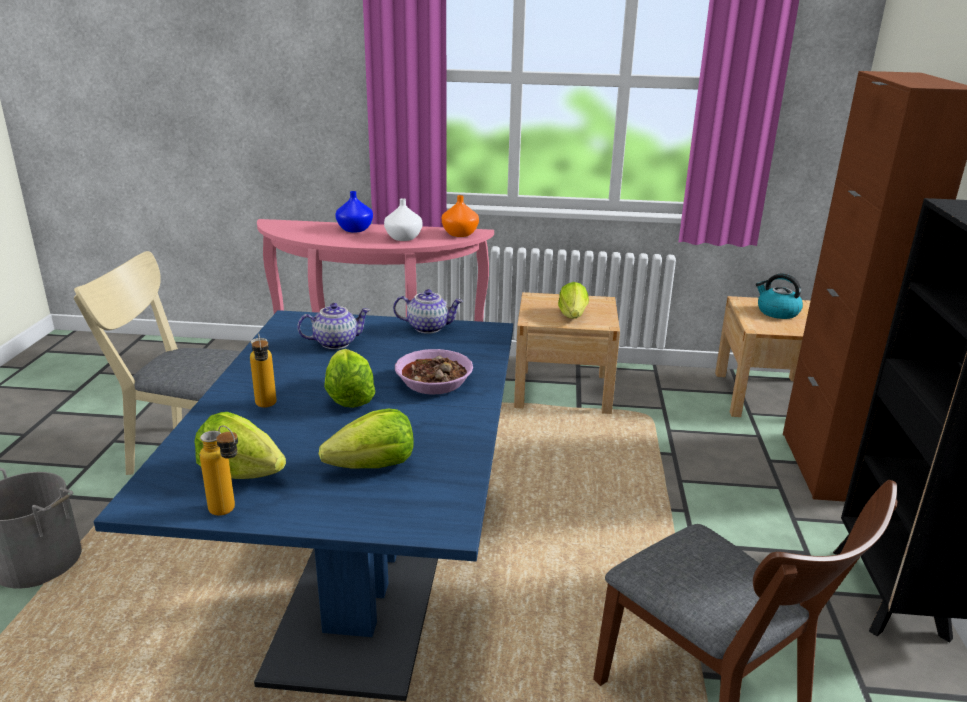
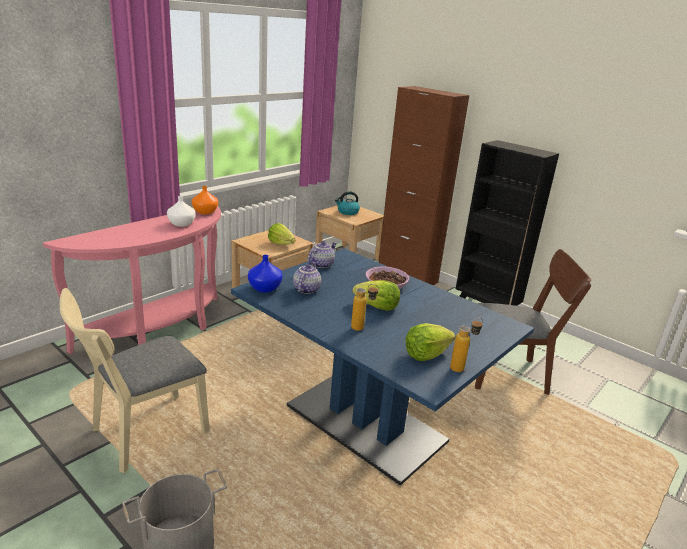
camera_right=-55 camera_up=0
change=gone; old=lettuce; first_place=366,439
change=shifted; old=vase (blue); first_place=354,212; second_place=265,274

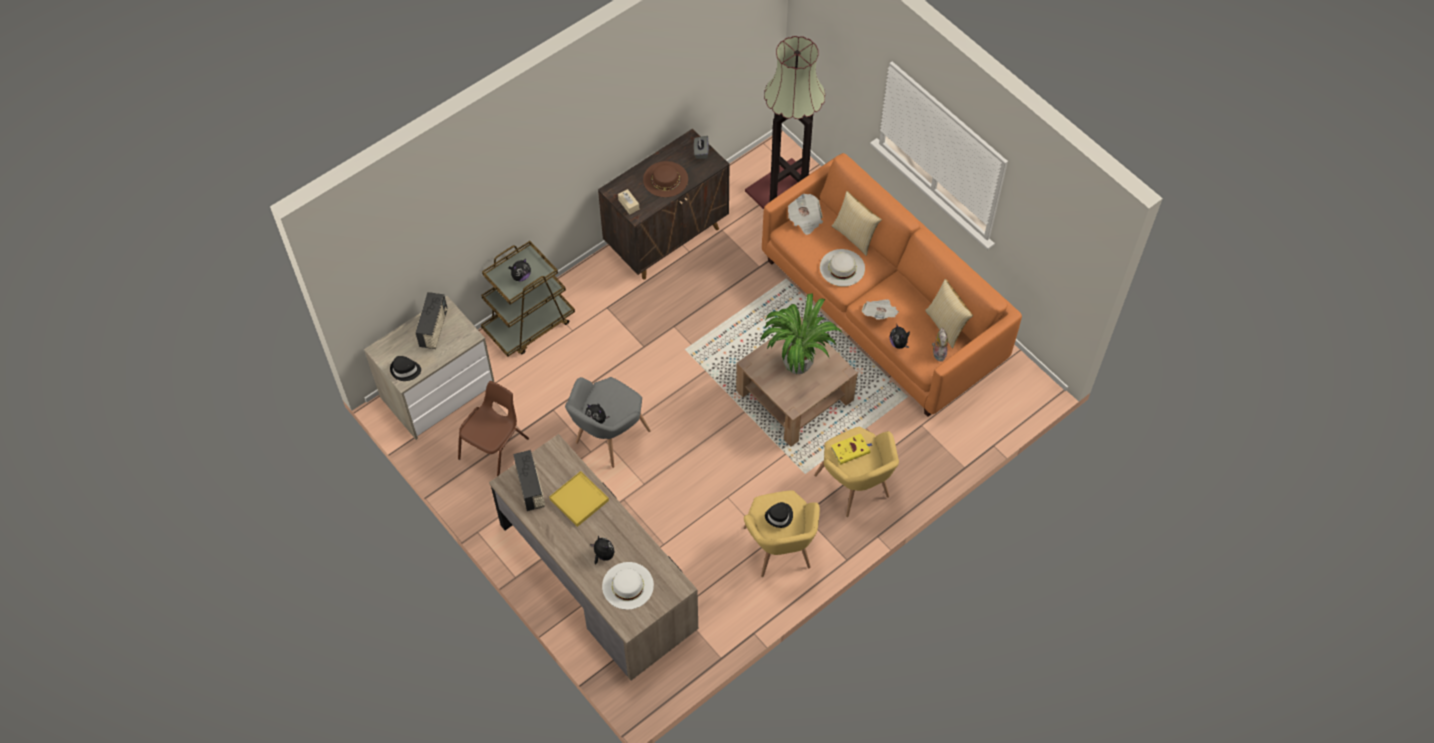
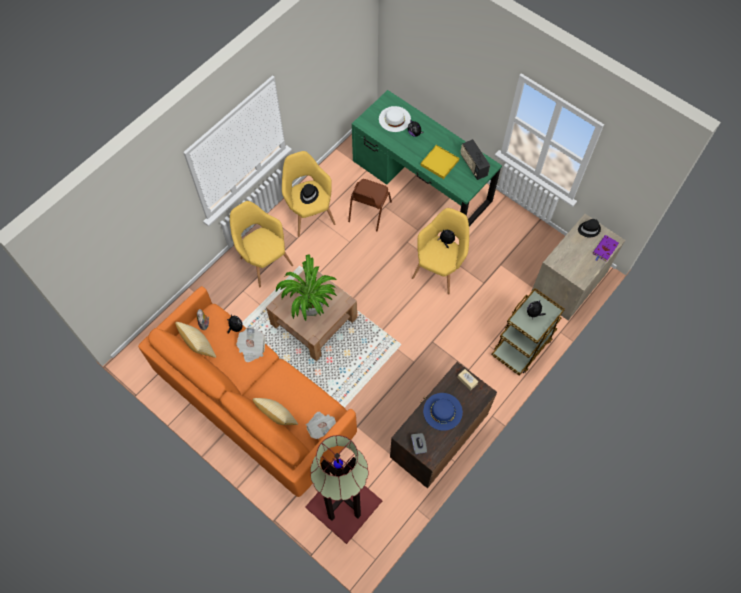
camera_right=170 camera_up=5
change=gone; old=radio set; first_place=431,320
change=gone; old=hat (whitish); first_place=842,268
change=gone; old=volume (yellow); first_place=851,449
change=new; new=volume (purplish); second_place=606,248
change=shifted; old=chair (brownish); first_place=493,428; second_place=370,205
change=repainted; old=desk table (brownish); new=desk table (green); first_place=593,557; second_place=427,158
change=repainted; old=easy chair (gray); new=easy chair (yellow); first_place=608,422; second_place=440,251
change=repainted; old=hat (brownish); new=hat (blue); first_place=665,179; second_place=443,412

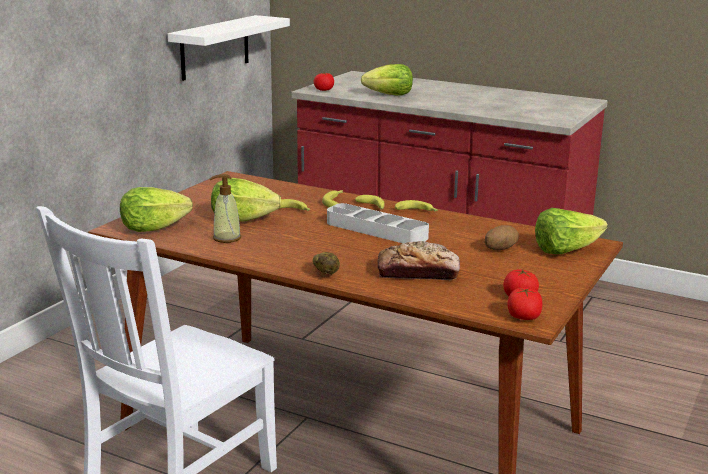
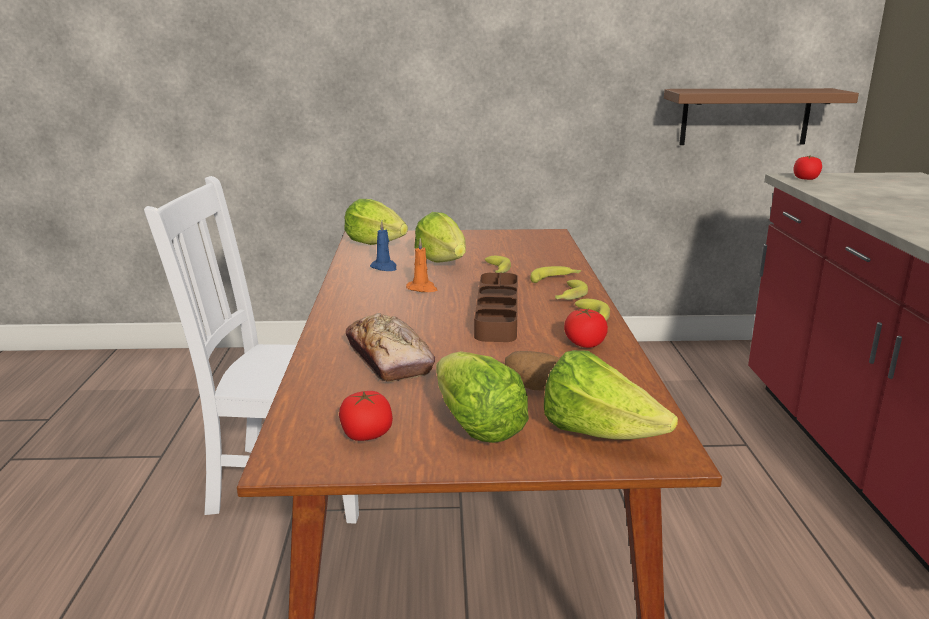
camera_right=60 camera_up=0
change=gone; old=potato; first_place=326,263
change=new; new=wax candle (orange-coloured); second_place=421,265
change=shifted; old=lettuce; first_place=387,80; second_place=482,397
change=shifted; old=tomato; first_place=525,303; second_place=586,328
change=swapped; old=soap bottle; new=wax candle (blue); first_place=225,208; second_place=383,246
change=repainted; old=wall shelf (whitish); new=wall shelf (brownish); first_place=229,48; second_place=761,116
change=repainted; old=serving tray (gray); new=serving tray (brownish); first_place=378,223; second_place=496,307

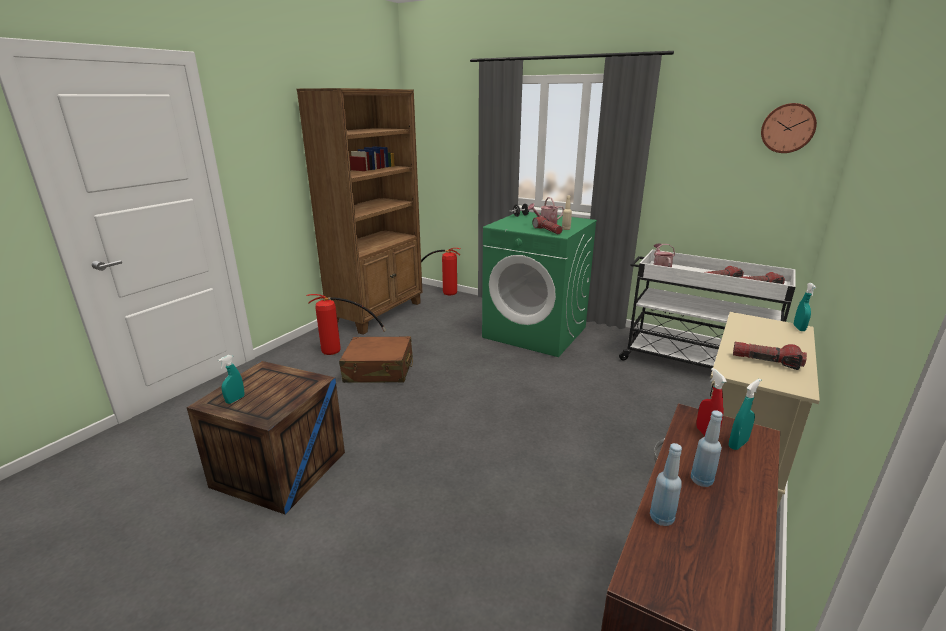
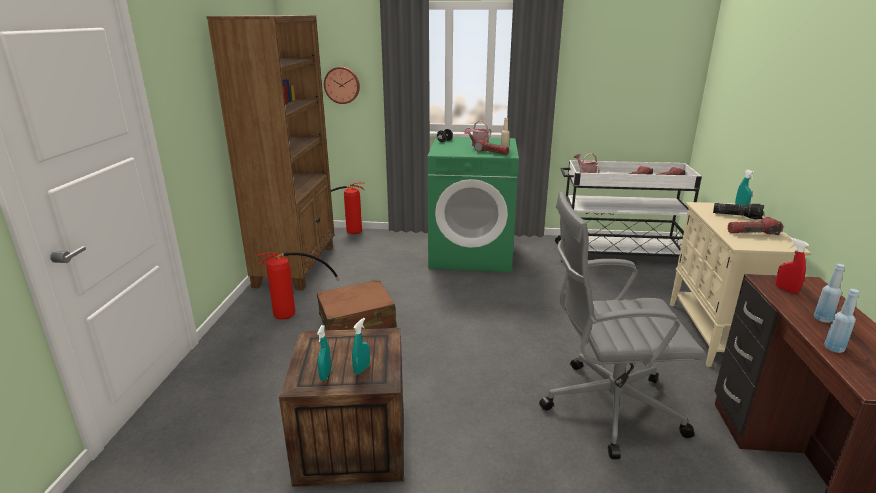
camera_right=-25 camera_up=0
change=new; new=desk chair (gray); second_place=622,325
change=new; new=hand torch; second_place=738,211
change=shifted; old=hand sprayer (turquoise); first_place=745,414; second_place=361,346
change=shifted; old=hanging clock; first_place=789,128; second_place=342,85

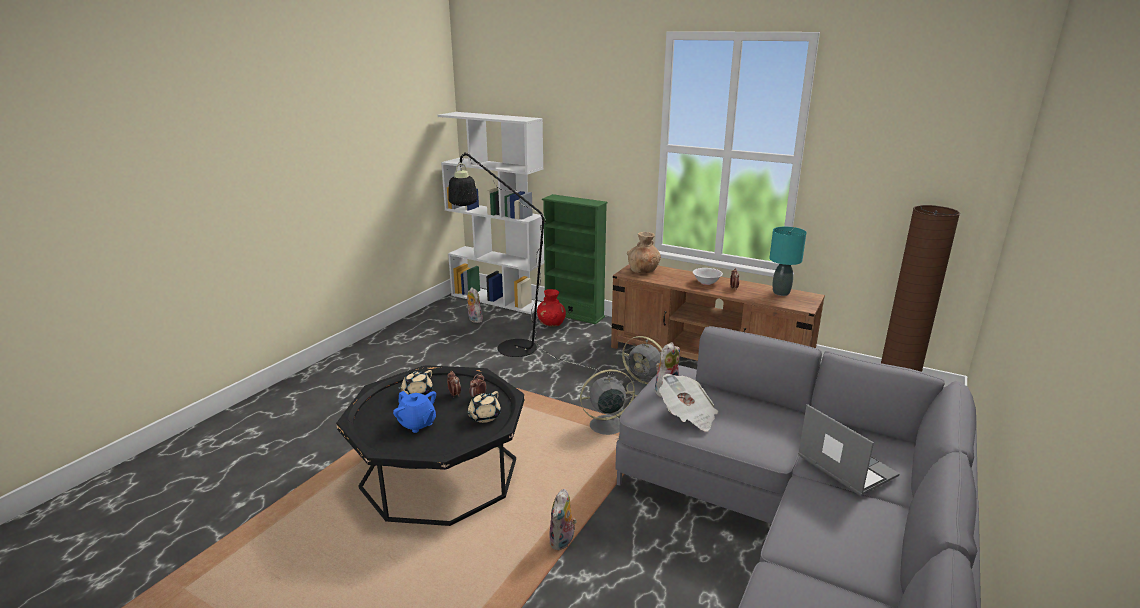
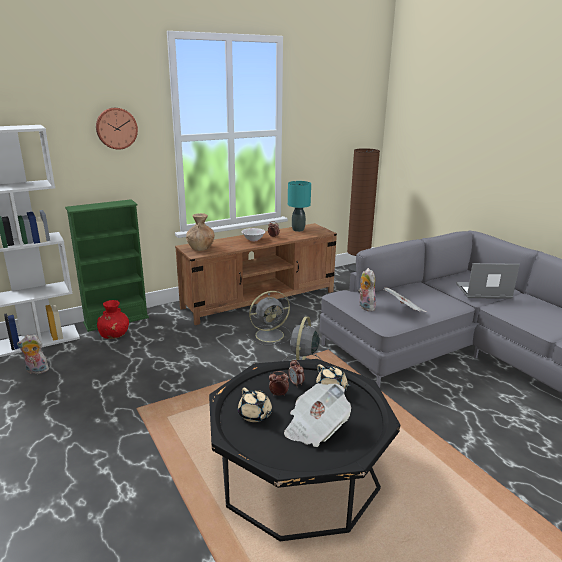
camera_right=-60 camera_up=0
change=gone; old=standing lamp (blackish); first_place=530,263
change=gone; old=plush toy; first_place=563,519
change=new; new=hanging clock; second_place=117,129
change=swapped; old=teapot (blue); new=daily paper; first_place=414,412; second_place=317,415

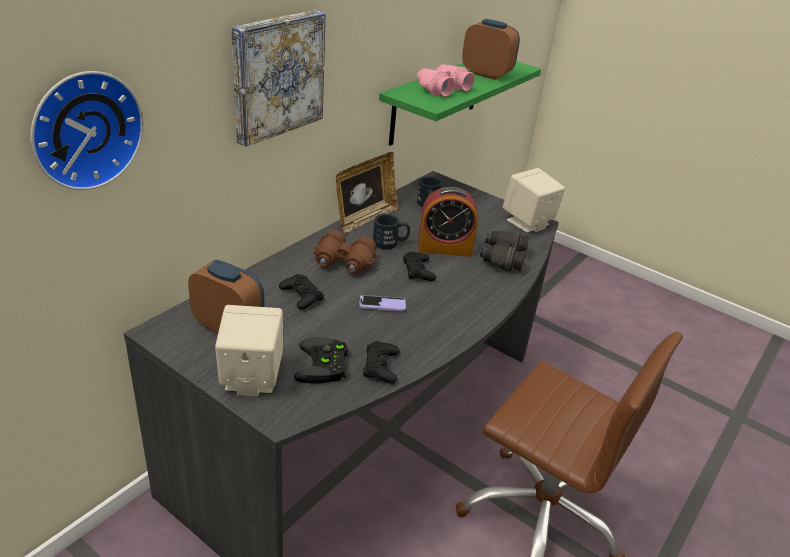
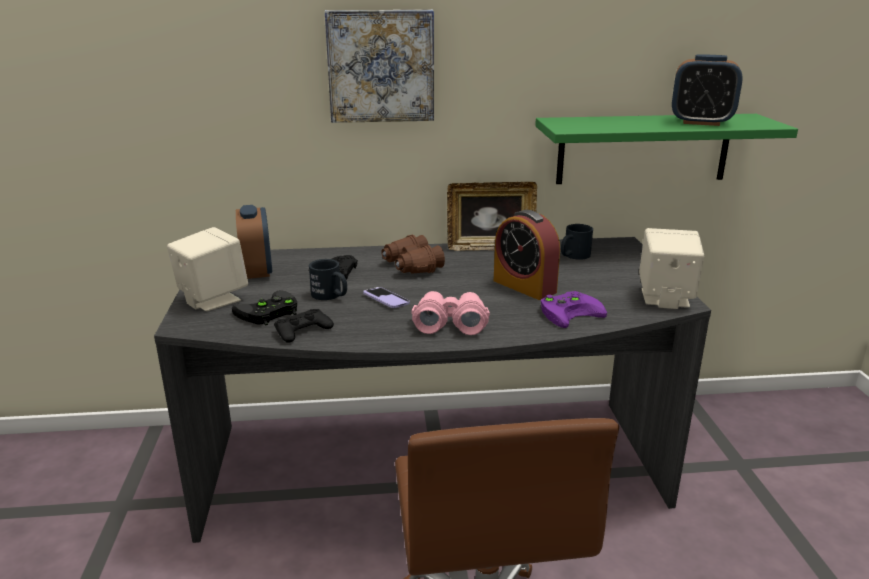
camera_right=50 camera_up=-10
change=gone; old=hanging clock; first_place=87,130
change=gone; old=game controller (blackish); first_place=419,266
change=shifted; old=coffee mug (blackish); first_place=391,232; second_place=328,279
change=shifted; old=field glasses (pink-coloured); first_place=446,80; second_place=450,313
change=swapped; old=field glasses (blackish); new=game controller (purplish); first_place=504,251; second_place=574,309
change=rotated; old=table clock; first_place=491,49; second_place=707,90; degrees=120

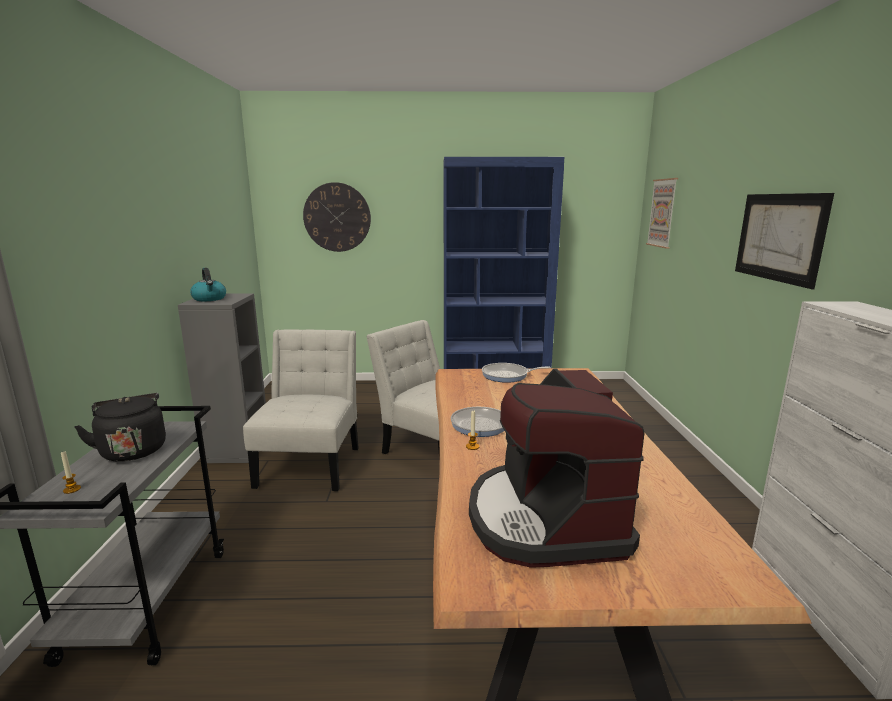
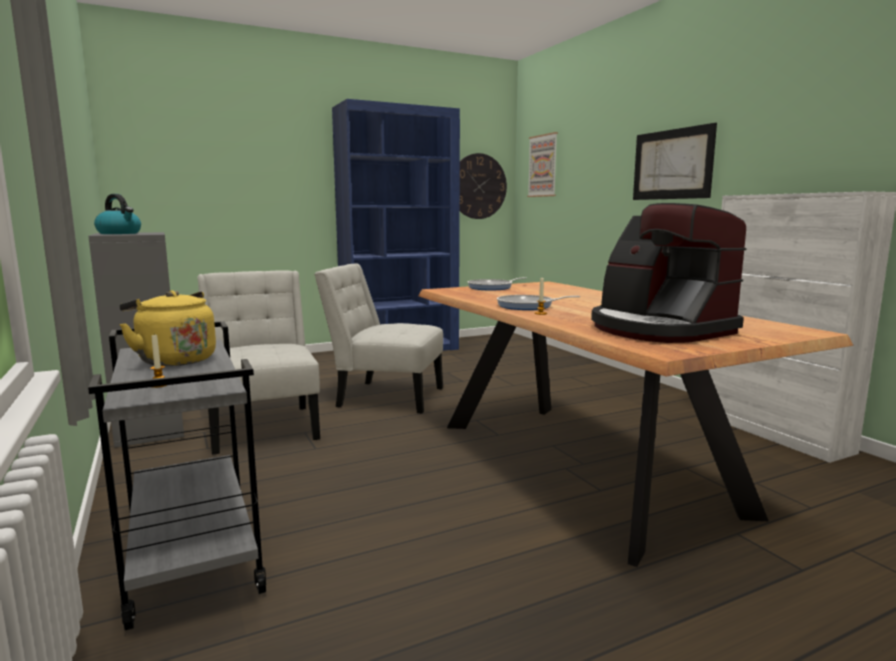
camera_right=-25 camera_up=-5
change=shifted; old=hanging clock; first_place=337,217; second_place=483,186
change=repainted; old=tea kettle (blackish); new=tea kettle (yellow); first_place=120,427; second_place=167,328

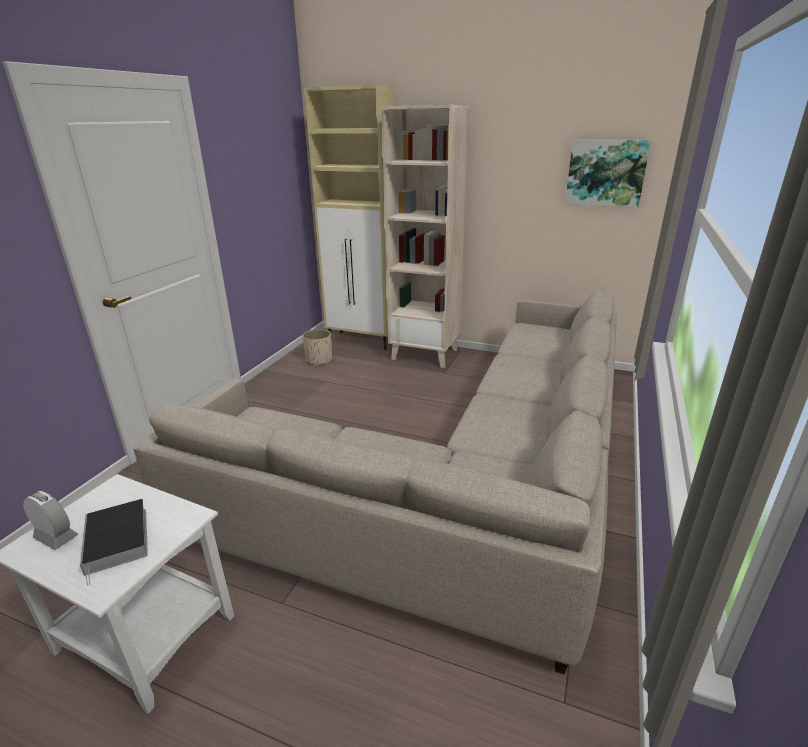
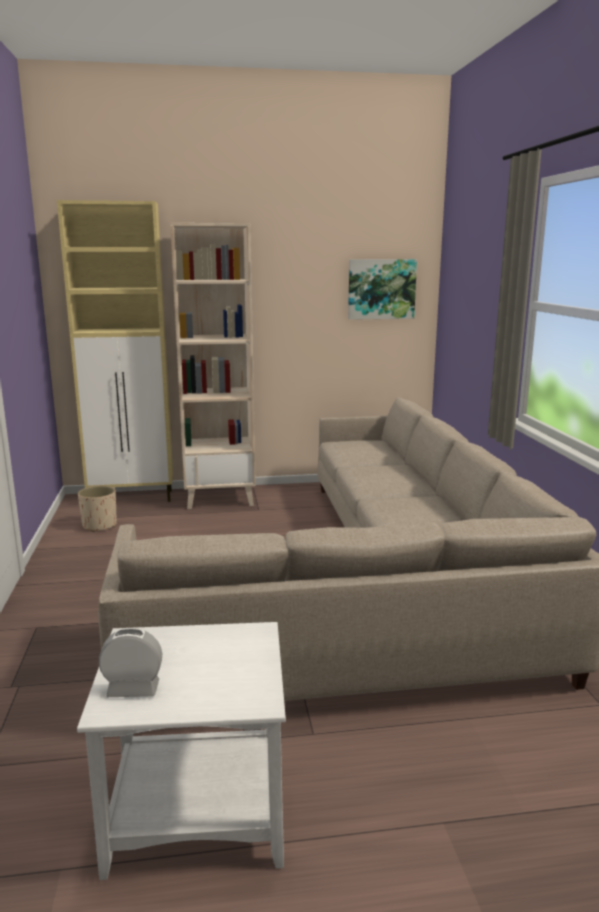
camera_right=-30 camera_up=-10
change=gone; old=volume; first_place=114,542

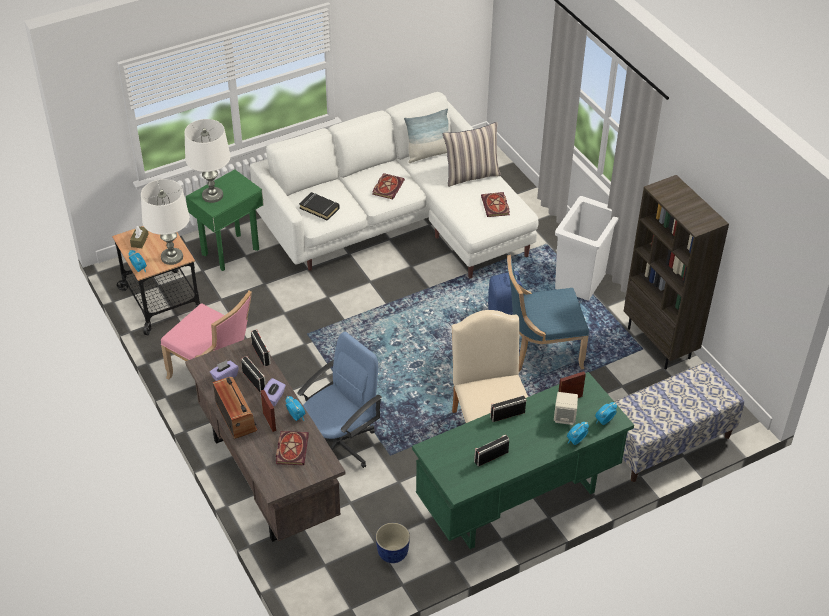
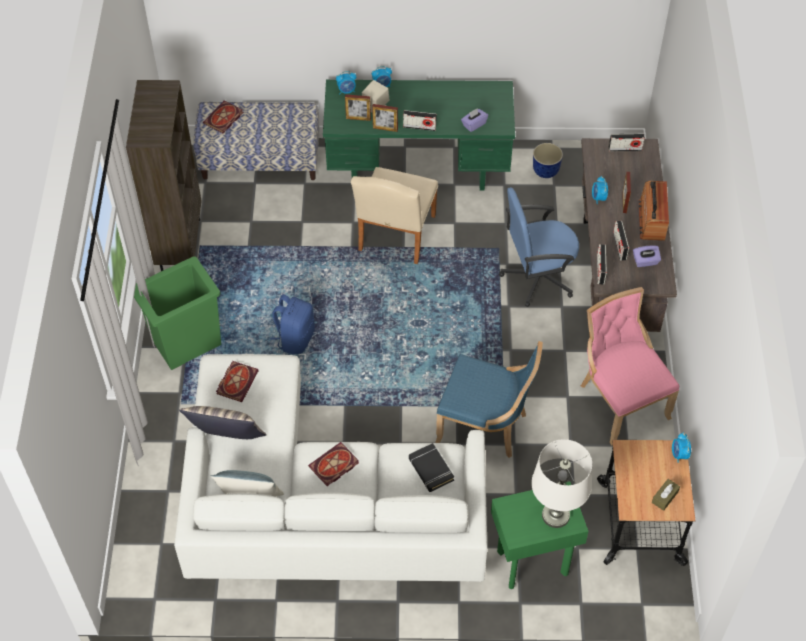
camera_right=-150 camera_up=10
change=gone; old=tabletop lamp (whitish); first_place=165,222
change=new; new=standing frame; second_place=385,118
change=shifted; old=tissue holder (purplish); first_place=274,392; second_place=474,120
change=shifted; old=volume; first_place=292,448; second_place=223,117
change=shifted; old=radio set; first_place=491,451; second_place=627,142
change=shifted; old=chair (blue); first_place=548,313; second_place=489,399
change=repainted; old=rubbish bin (whitish); new=rubbish bin (green); first_place=587,248; second_place=177,313

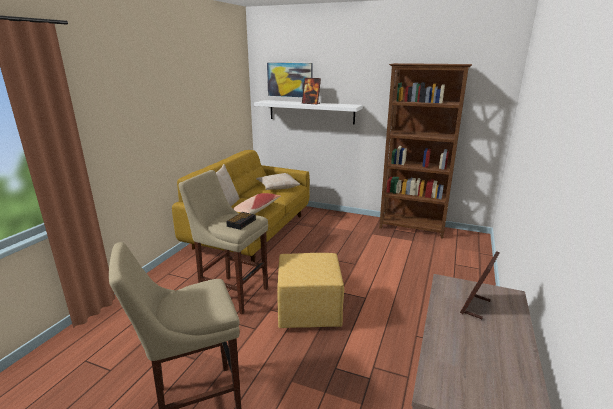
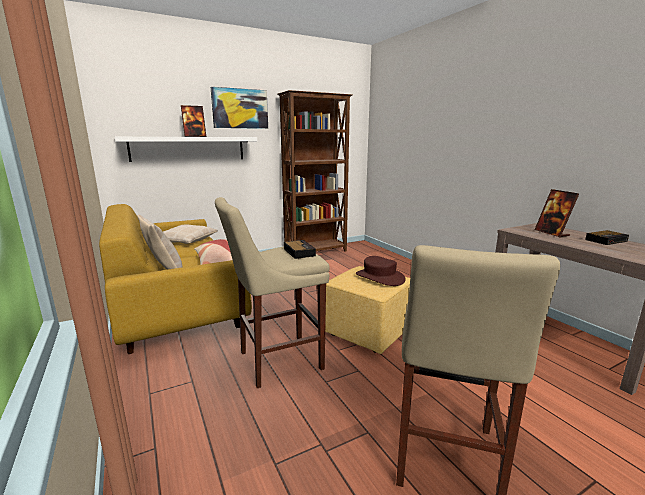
camera_right=-50 camera_up=-5
change=new; new=hat (brownish); second_place=381,271
change=new; new=table clock; second_place=607,237
change=shifted; old=wall art; first_place=290,80; second_place=239,108

